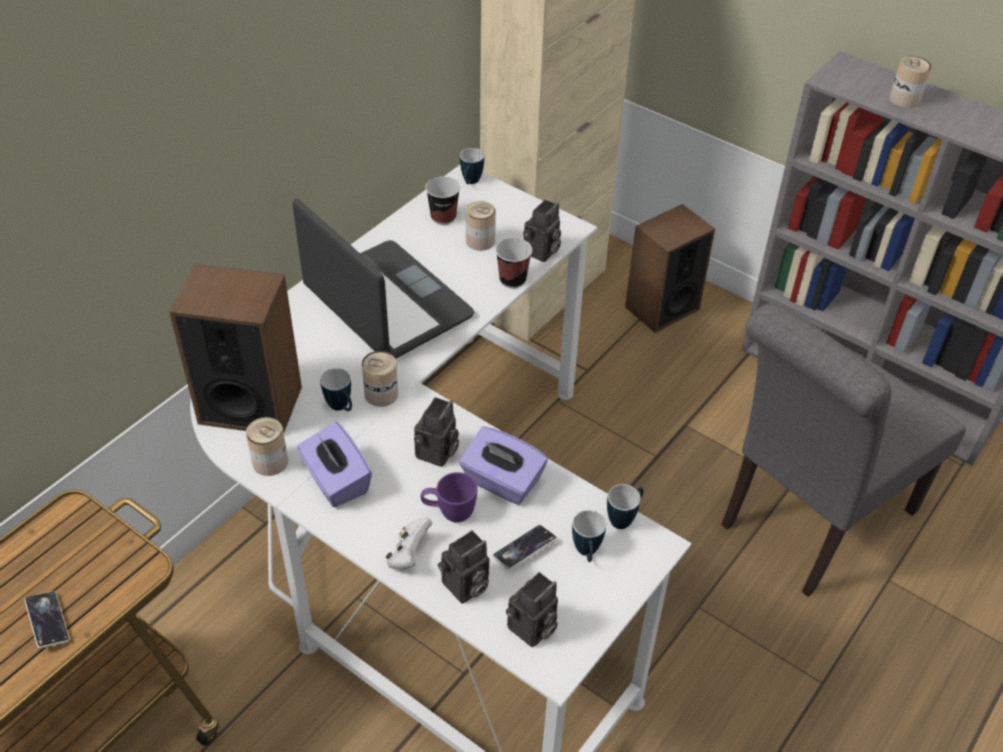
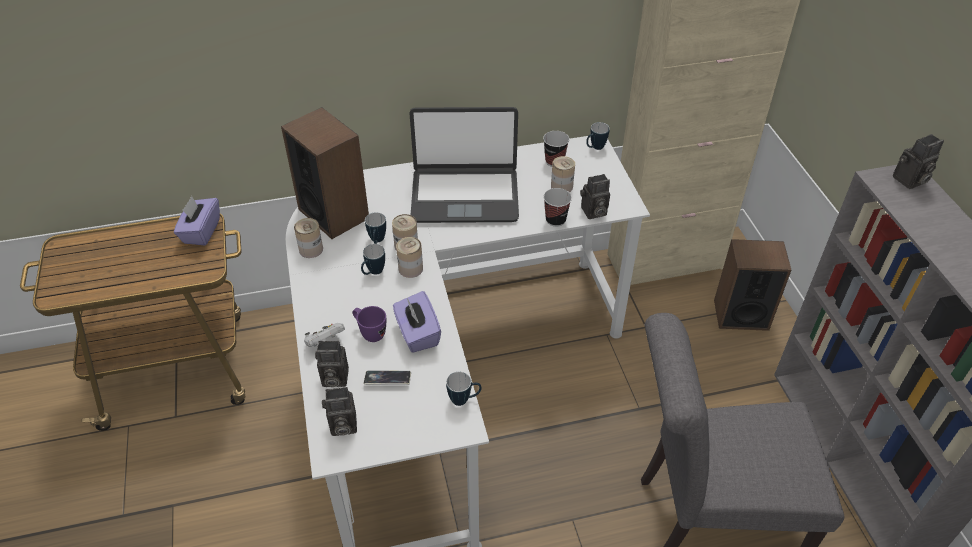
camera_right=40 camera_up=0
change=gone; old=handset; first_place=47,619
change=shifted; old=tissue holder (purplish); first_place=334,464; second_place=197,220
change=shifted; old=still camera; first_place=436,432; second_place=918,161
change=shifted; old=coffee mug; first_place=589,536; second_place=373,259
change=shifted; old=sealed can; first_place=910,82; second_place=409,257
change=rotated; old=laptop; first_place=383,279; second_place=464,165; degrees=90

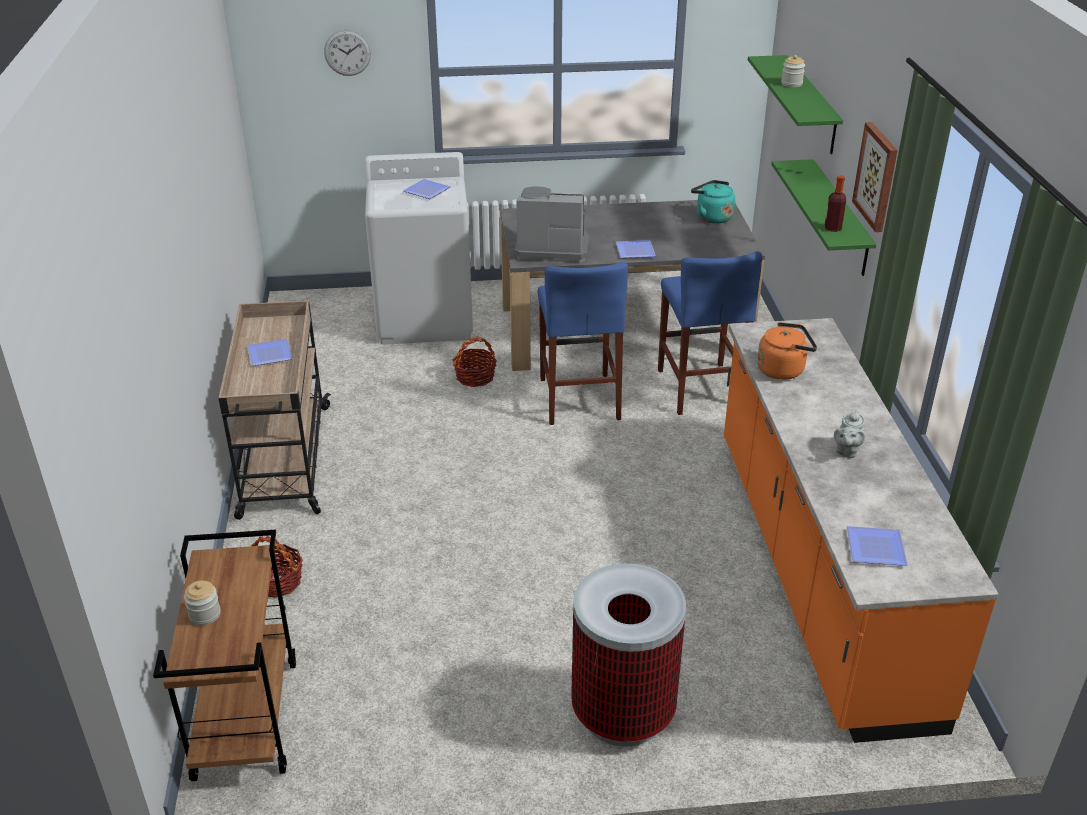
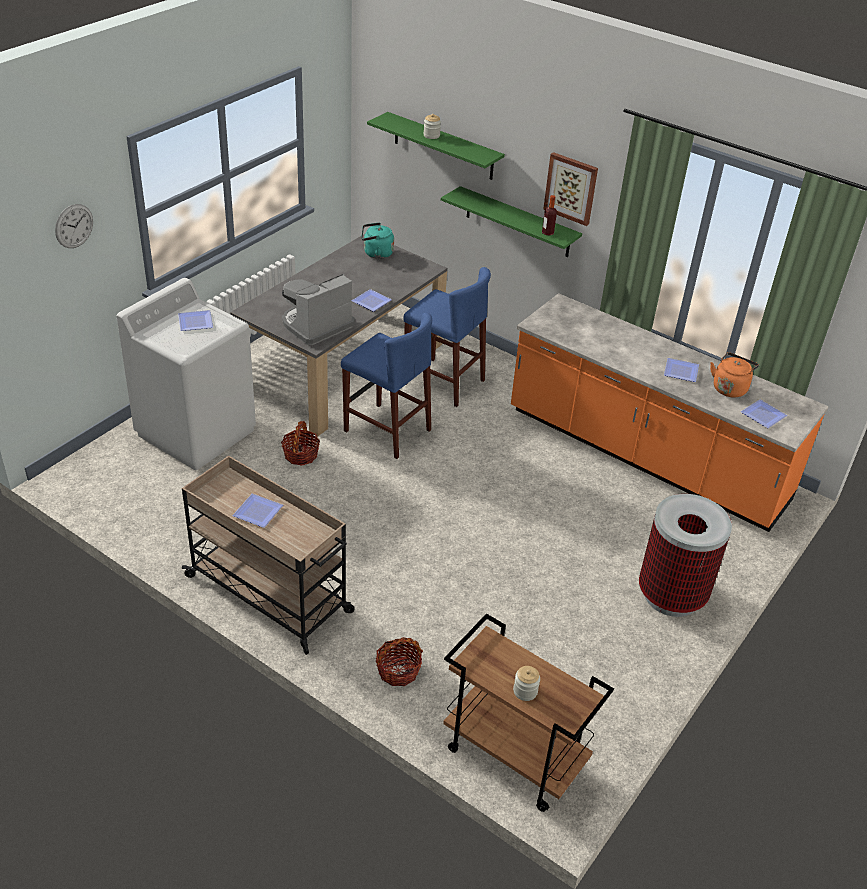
camera_right=-50 camera_up=5
change=shifted; old=tea kettle (orange-coloured); first_place=787,351; second_place=734,375
change=swapped; old=teapot (gray); new=flat dish; first_place=849,434; second_place=681,370

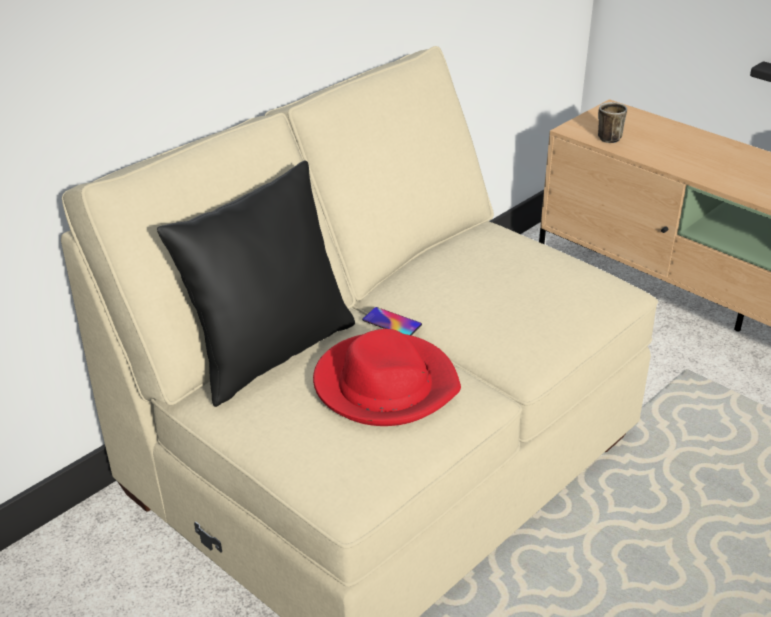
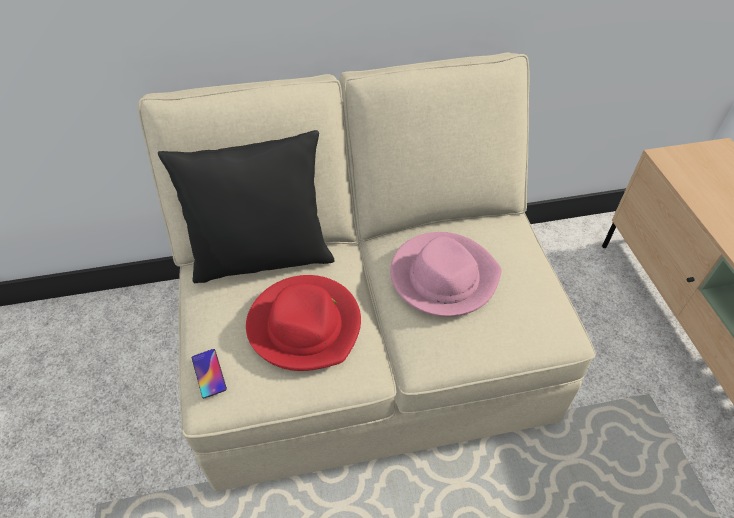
camera_right=35 camera_up=15
change=gone; old=coffee mug; first_place=612,122
change=new; new=hat (pink-coloured); second_place=446,274
change=shifted; old=handset; first_place=392,321; second_place=209,373

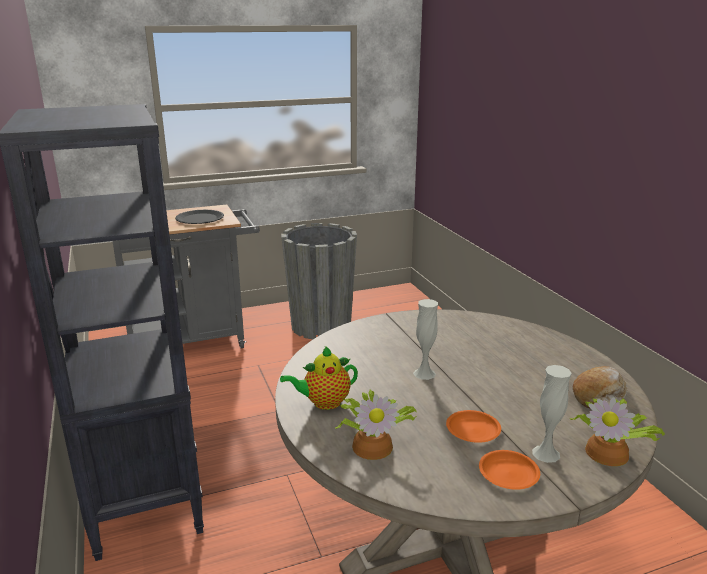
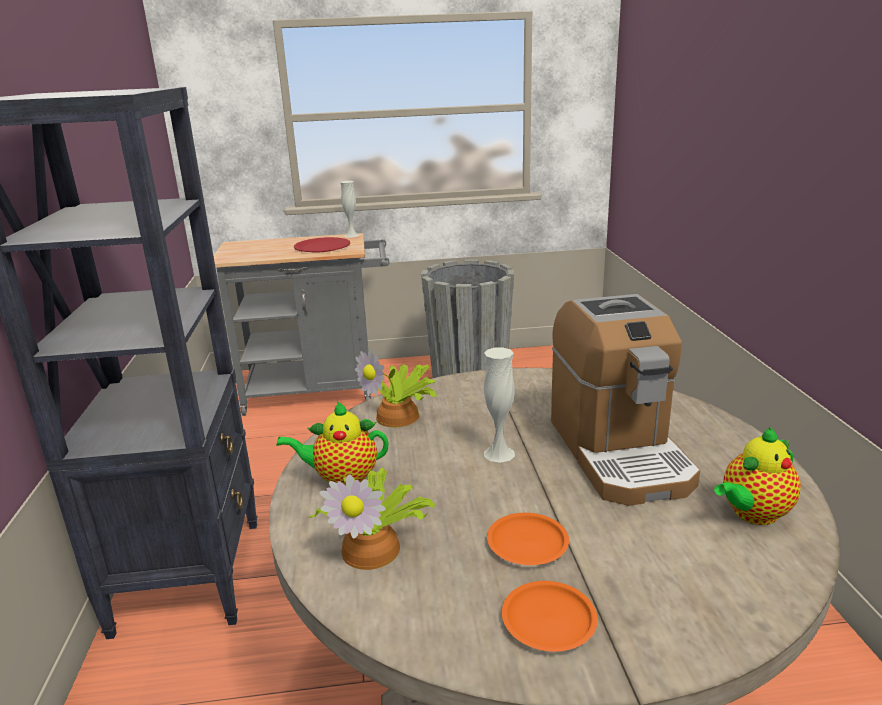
camera_right=15 camera_up=0
change=new; new=coffee maker; second_place=625,400
change=shifted; old=vase (whitish); first_place=552,414; second_place=349,209
change=shifted; old=plant in a pot; first_place=617,431; second_place=396,388
change=swapped; old=bakery bread; new=teapot; first_place=600,387; second_place=757,476
change=repainted; old=flat dish (blackish); new=flat dish (red-coloured); first_place=199,217; second_place=322,244

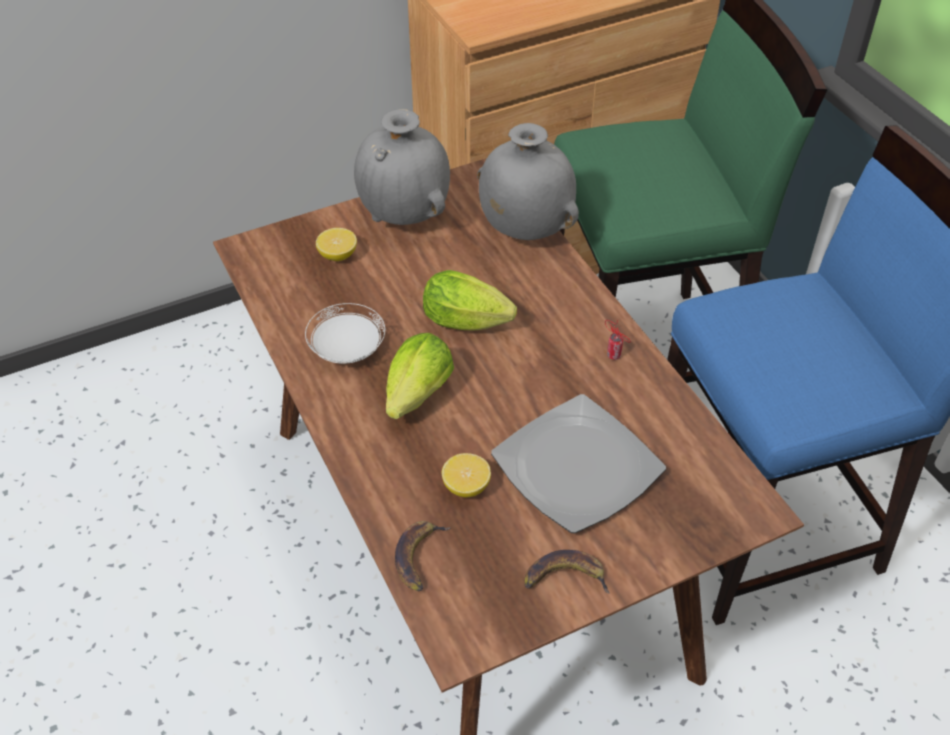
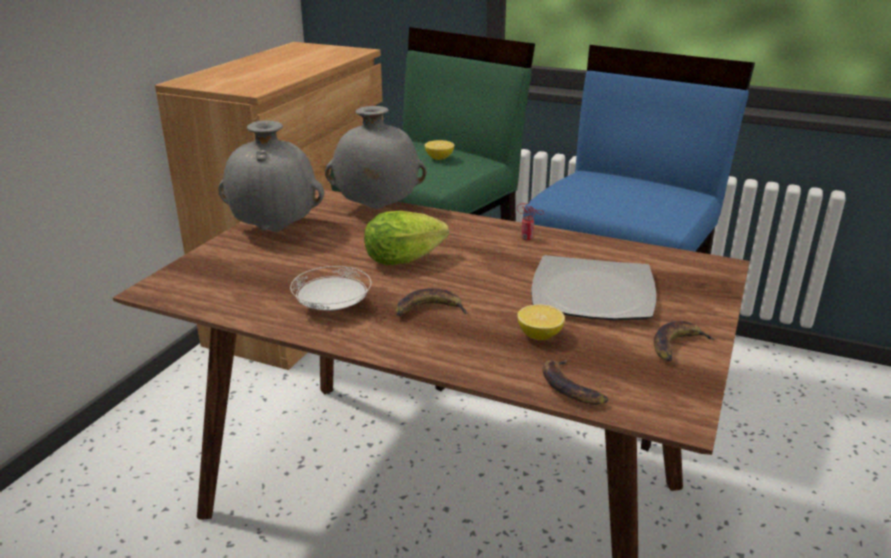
camera_right=-40 camera_up=-20
change=shifted; old=lemon; first_place=336,244; second_place=439,150
change=swapped; old=lettuce; new=banana; first_place=420,376; second_place=431,302

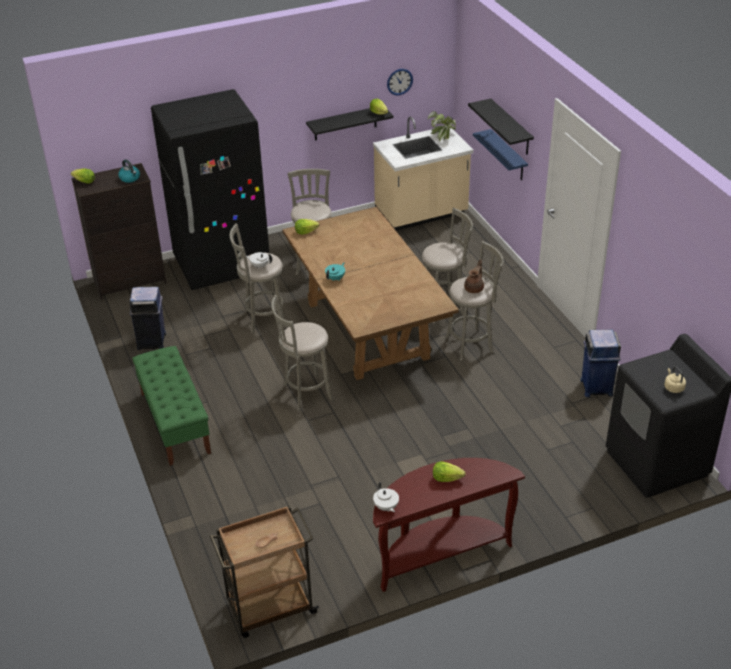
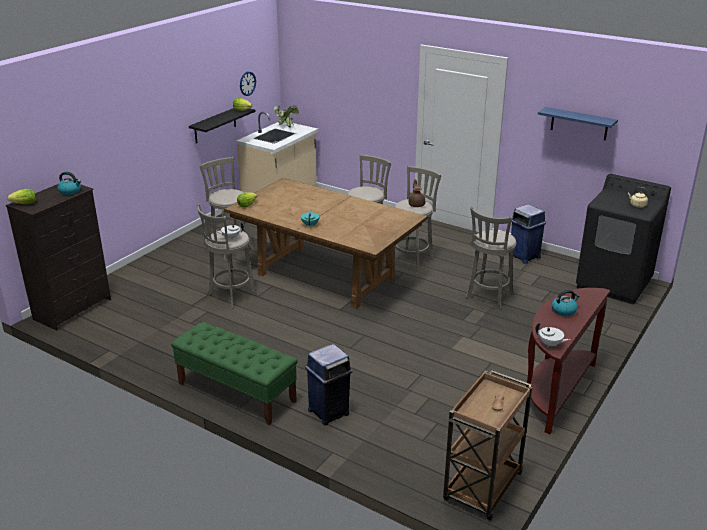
camera_right=-35 camera_up=-10
change=gone; old=refrigerator (blackish); first_place=210,189
change=gone; old=wall shelf (blackish); first_place=501,126
change=shifted; old=rubbish bin (blue); first_place=148,318; second_place=329,385
change=shifted; old=stool seat (gray); first_place=302,353; second_place=491,258
change=shifted; old=wall shelf (blue); first_place=500,154; second_place=578,123
change=swapped; old=lettuce; new=tea kettle; first_place=449,471; second_place=566,303

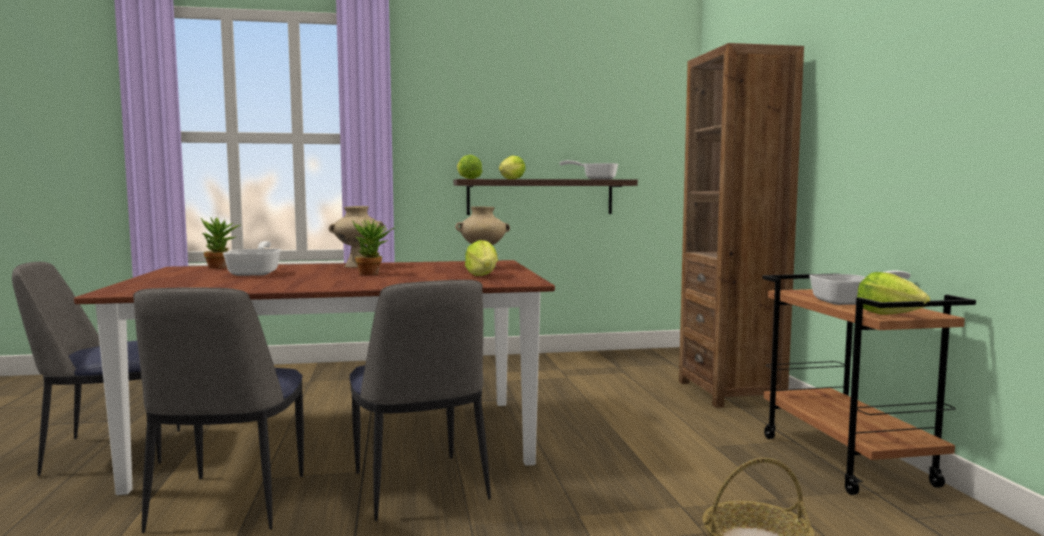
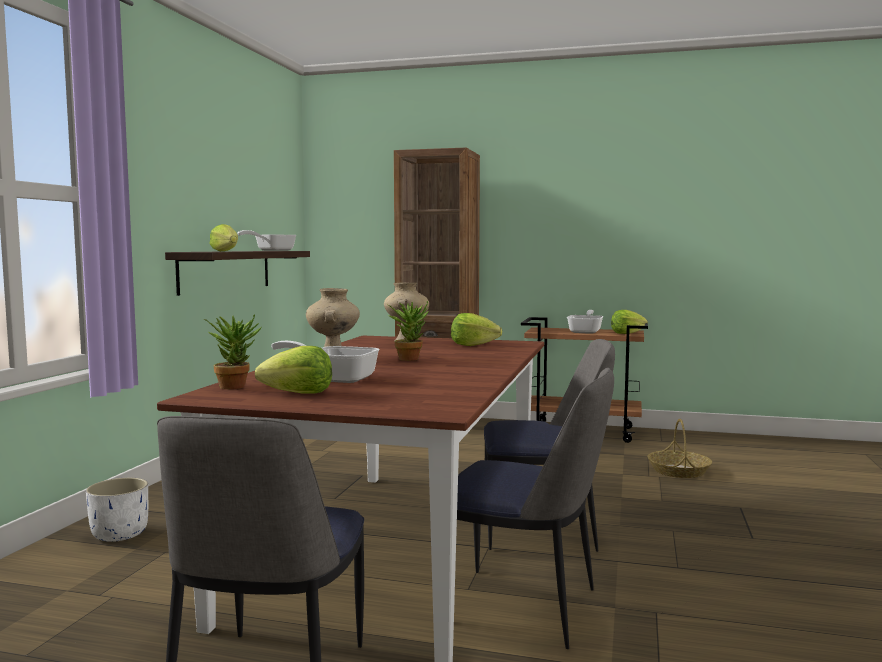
camera_right=-65 camera_up=0
change=new; new=flower pot (whitish); second_place=117,510
change=shifted; old=lettuce; first_place=469,167; second_place=293,370

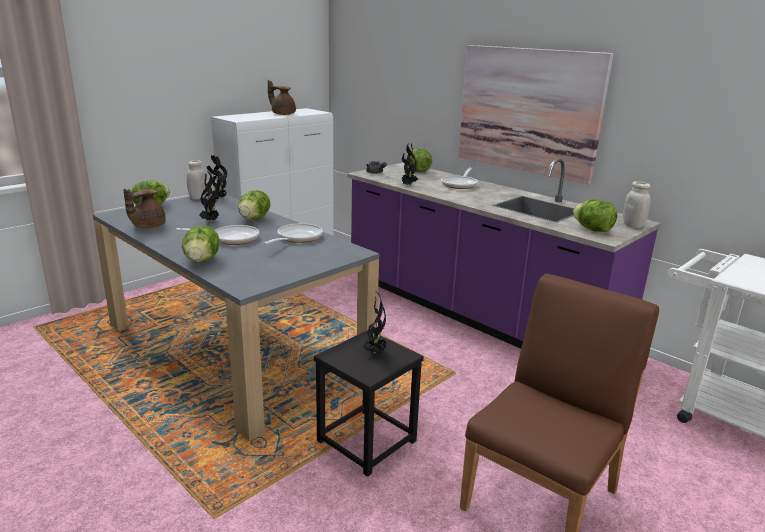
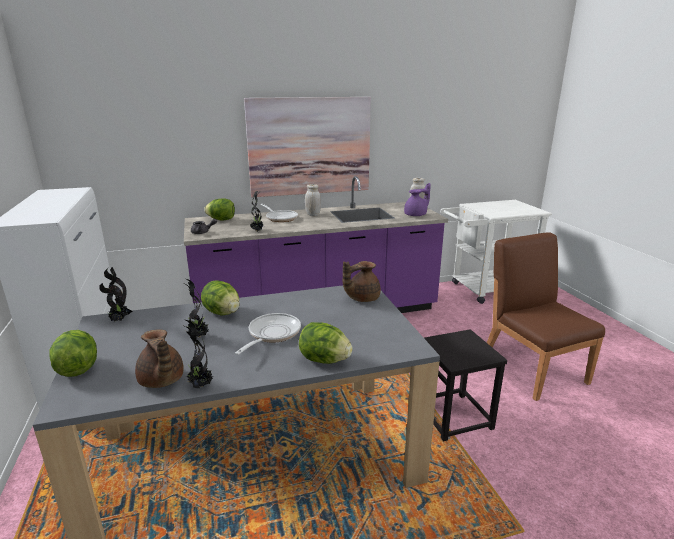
camera_right=-60 camera_up=0
change=gone; old=pan; first_place=293,233
change=shifted; old=storage jar (whitish); first_place=196,180; second_place=313,200
change=shifted; old=teapot (brownish); first_place=282,97; second_place=362,281
change=shifted; old=plant in a pot; first_place=375,323; second_place=199,354
change=swapped; old=lettuce; new=teapot (purplish); first_place=595,215; second_place=417,199

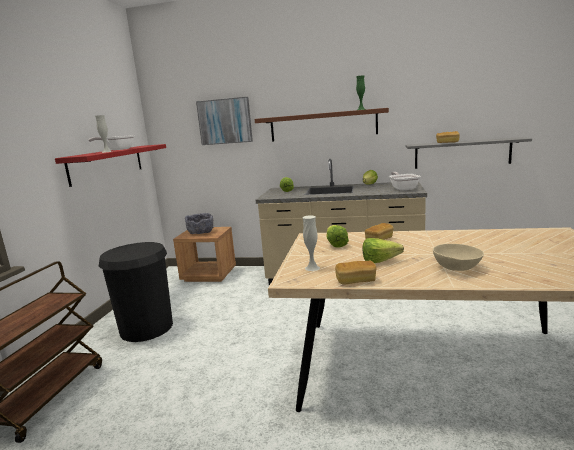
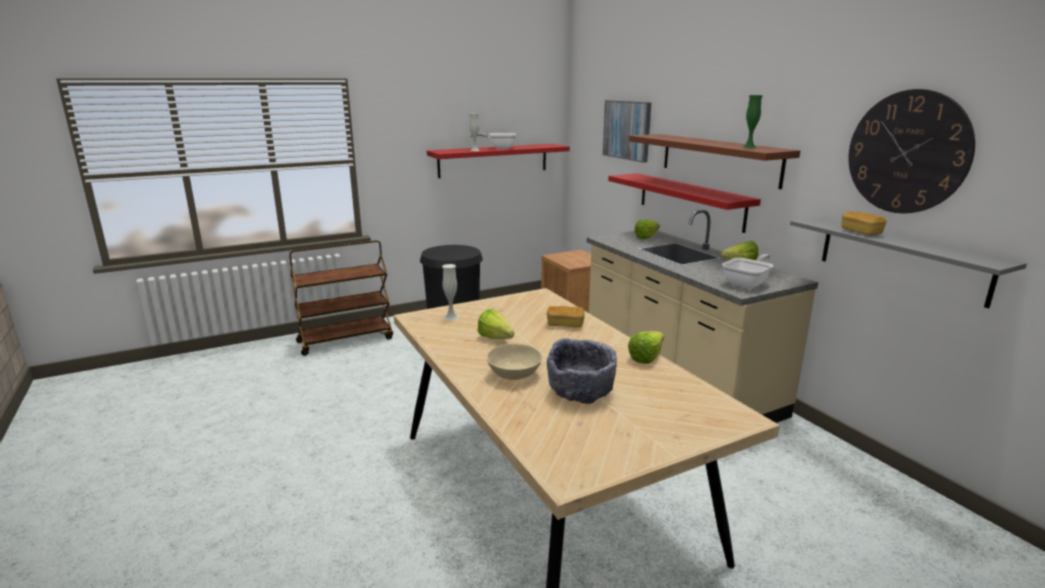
camera_right=50 camera_up=5
change=gone; old=bakery bread; first_place=355,273
change=new; new=wall shelf (red-coloured); second_place=684,203
change=new; new=hanging clock; second_place=912,151
change=shifted; old=serving bowl (gray); first_place=199,223; second_place=582,371
change=shifted; old=lettuce; first_place=337,236; second_place=646,347

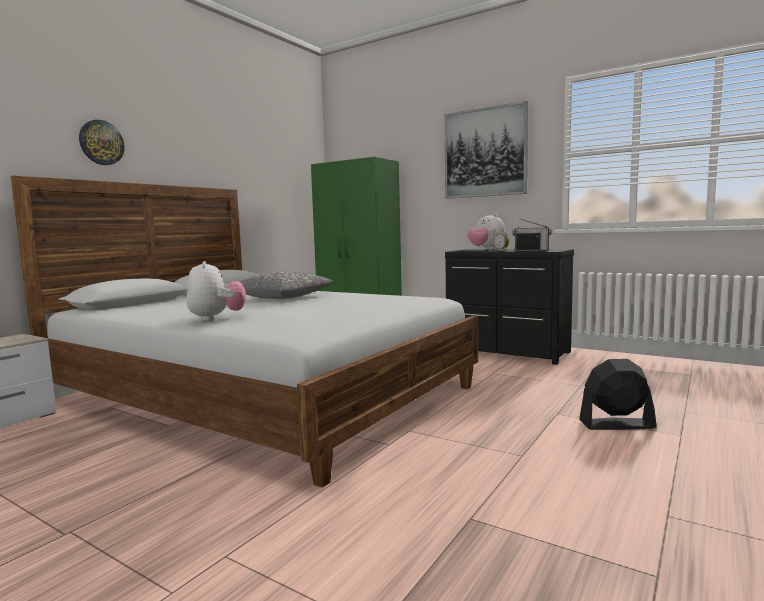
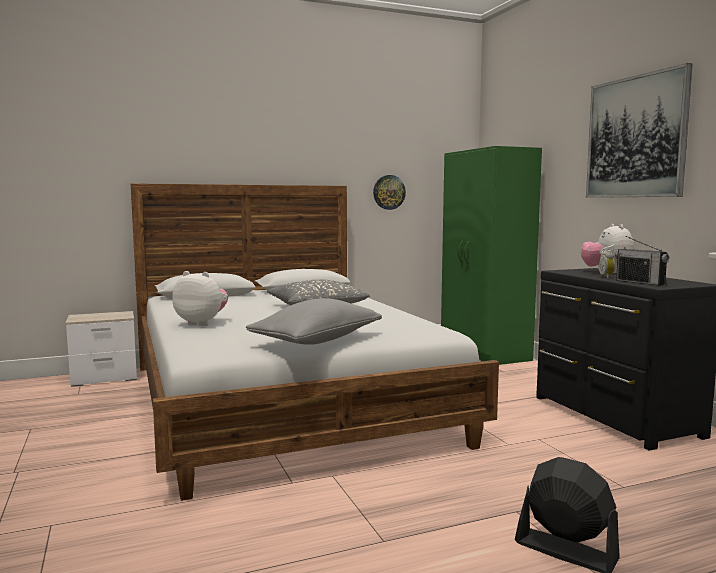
camera_right=35 camera_up=0
change=new; new=pillow (gray); second_place=314,321
change=shifted; old=hanging clock; first_place=102,142; second_place=389,192
change=rotated; old=plush toy; first_place=216,291; second_place=200,298; degrees=-90

